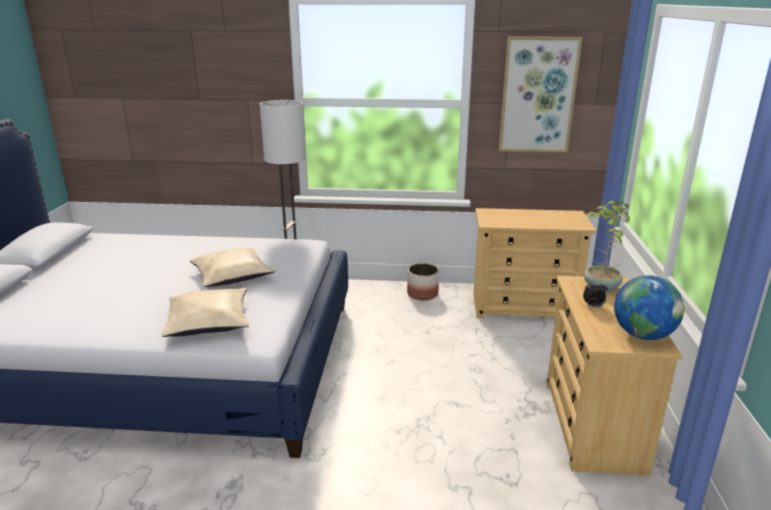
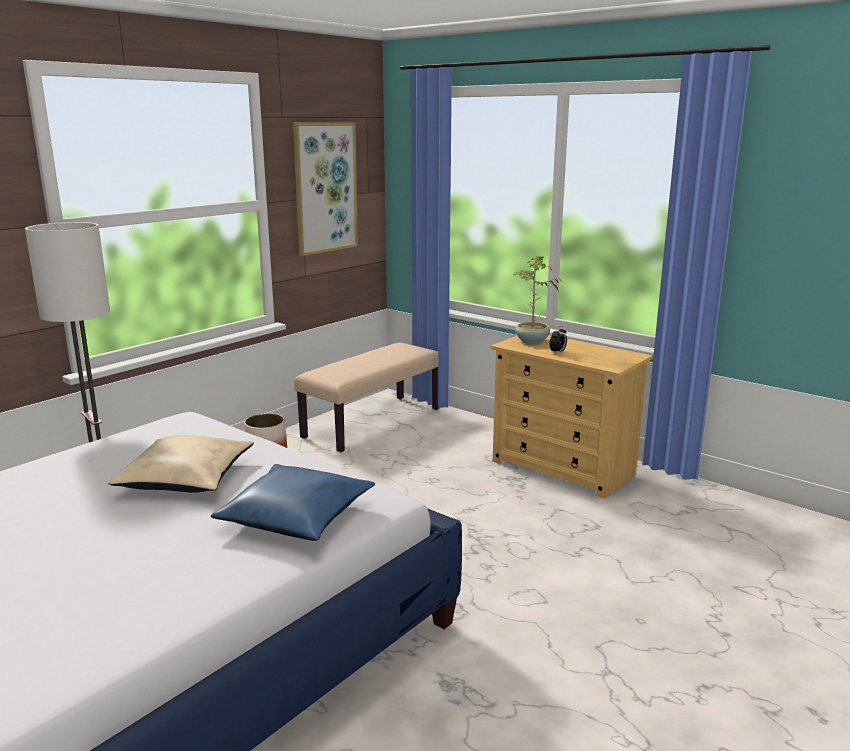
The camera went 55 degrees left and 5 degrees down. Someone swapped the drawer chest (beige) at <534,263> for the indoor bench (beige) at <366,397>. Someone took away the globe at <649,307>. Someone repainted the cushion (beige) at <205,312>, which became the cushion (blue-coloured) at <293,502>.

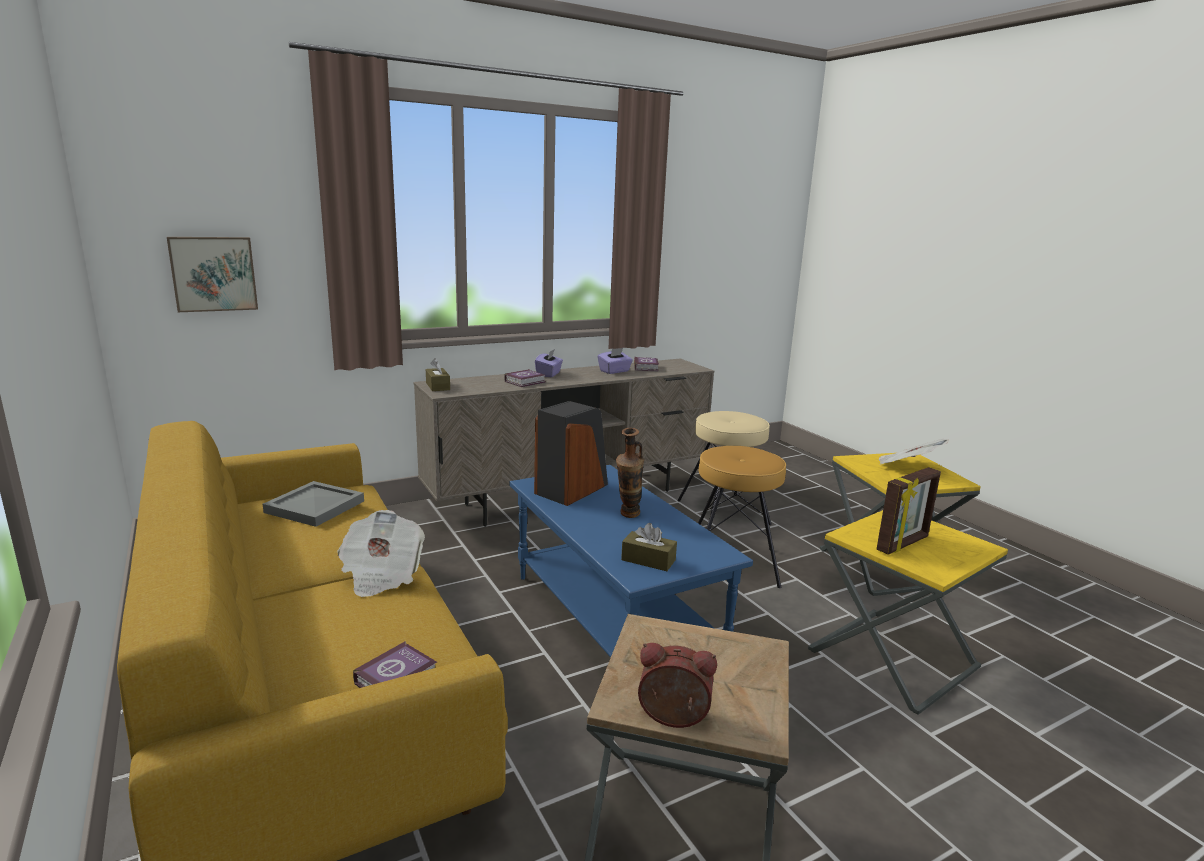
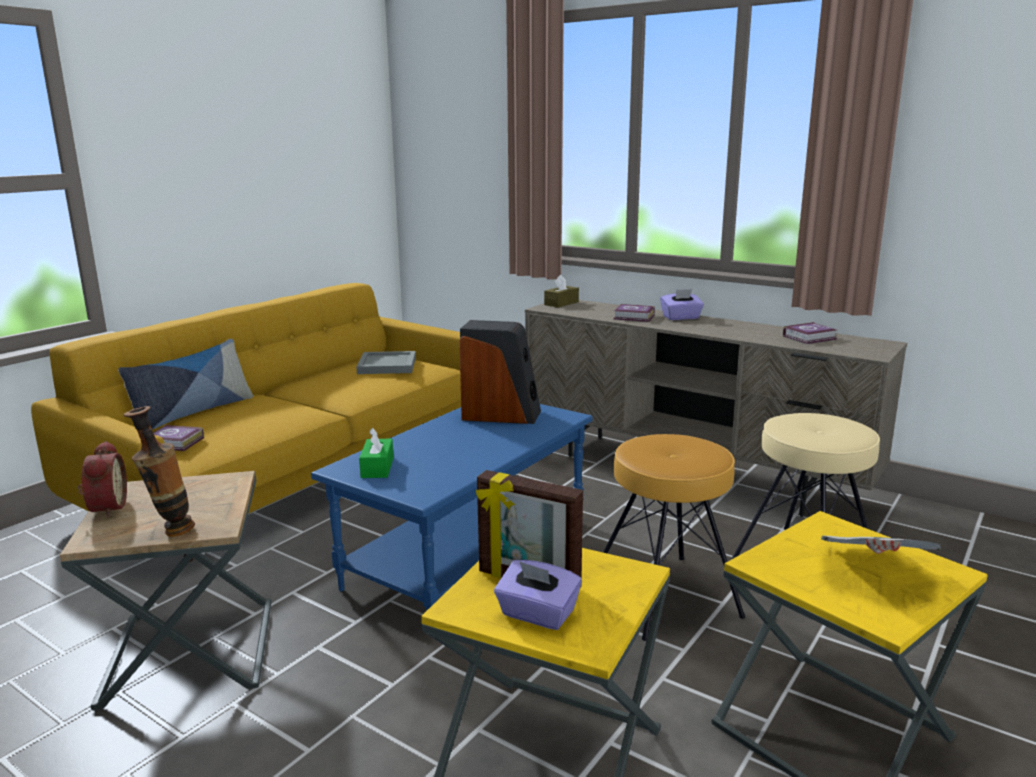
The camera went 65 degrees right and 0 degrees up. Someone took away the wall art at <212,274>. Someone carried the tissue box (purple-coloured) from <615,361> to <538,595>. Someone carried the vase from <630,472> to <159,471>. Someone took away the printed paper at <381,553>. Someone repainted the tissue box (brown-coloured) at <649,547>, which became the tissue box (greenish) at <376,453>. Someone put down the cushion at <185,384>.

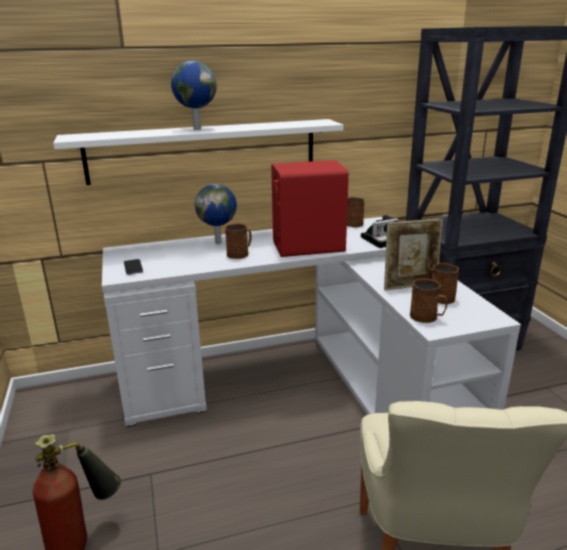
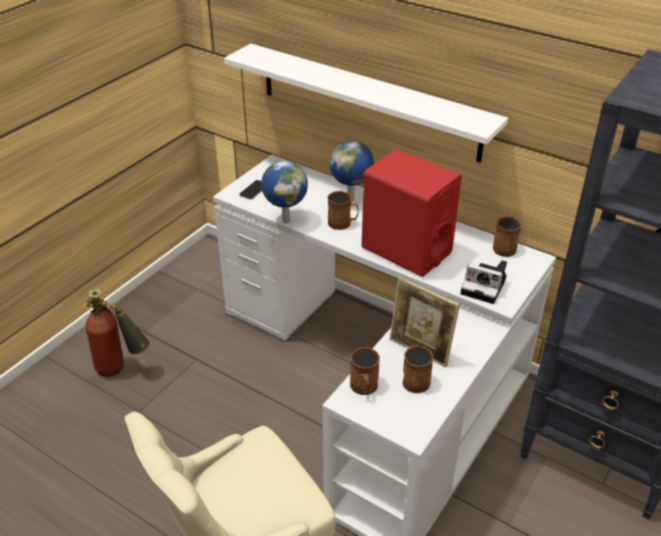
The camera went 50 degrees right and 15 degrees up. Someone carried the globe from <194,95> to <284,192>.

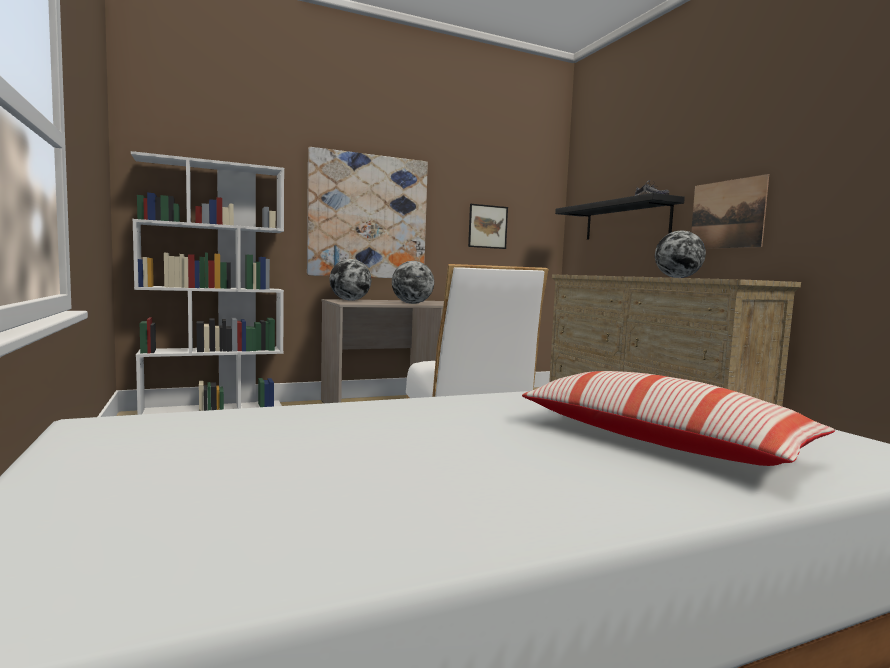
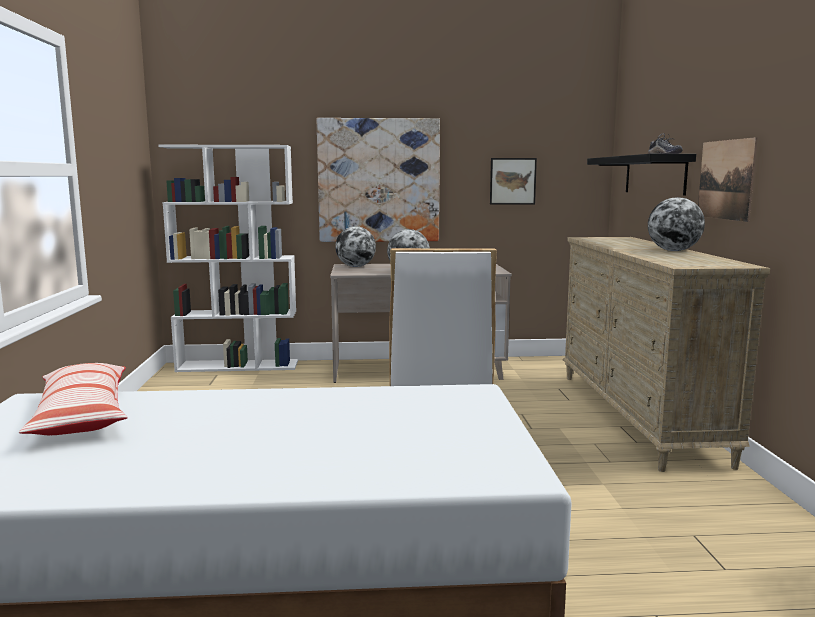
The camera went 20 degrees right and 5 degrees up. Someone carried the cushion from <678,418> to <73,399>.

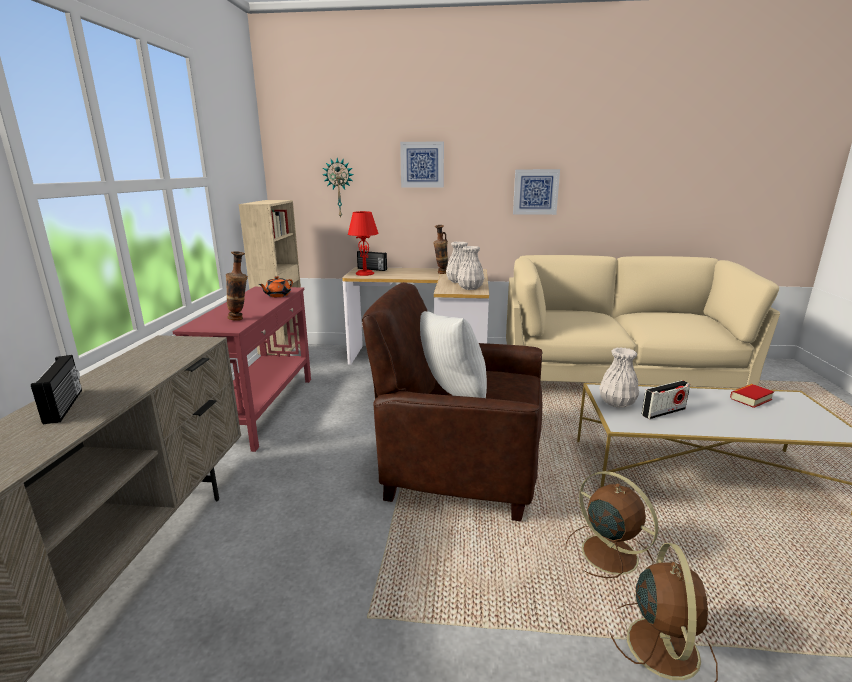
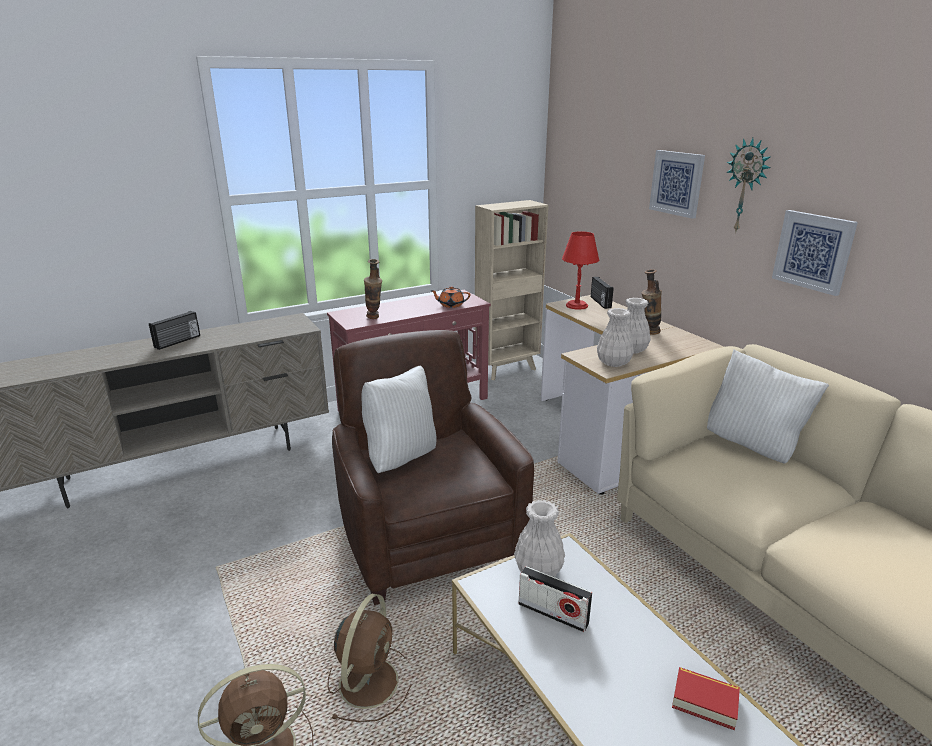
The camera went 55 degrees right and 5 degrees up. Someone carried the hanging clock from <338,188> to <748,185>. Someone put down the cushion (white) at <768,406>.

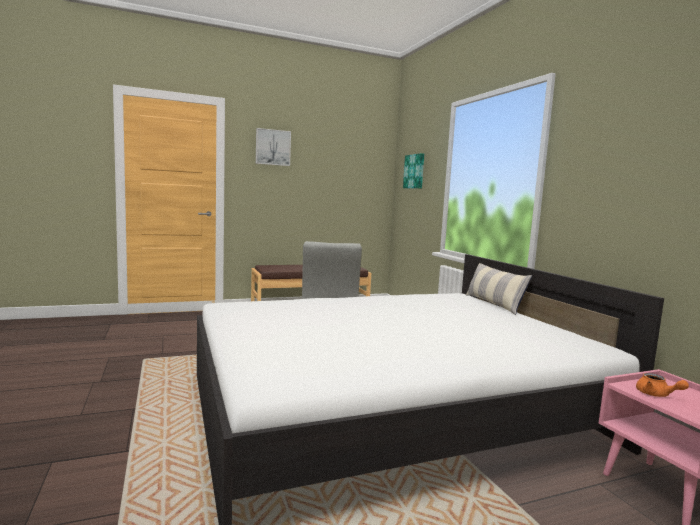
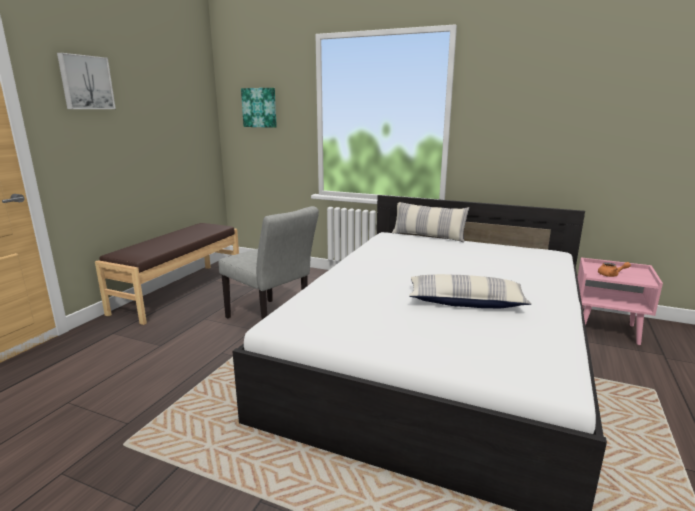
The camera went 45 degrees left and 10 degrees up. Someone put down the cushion at <470,291>.

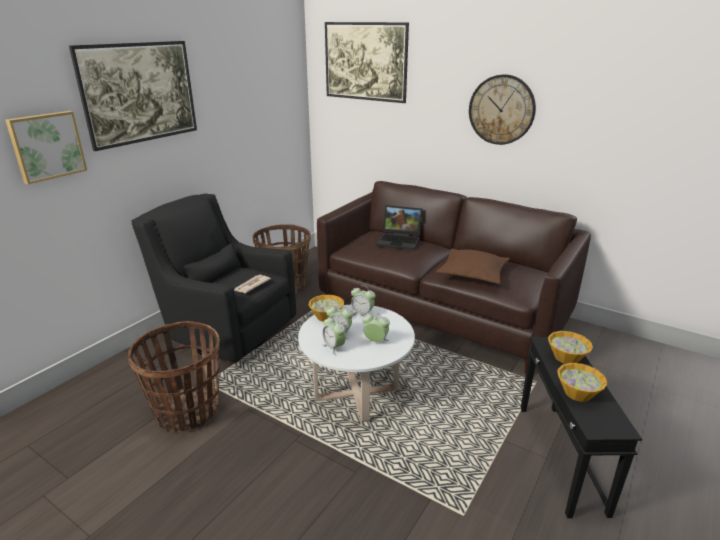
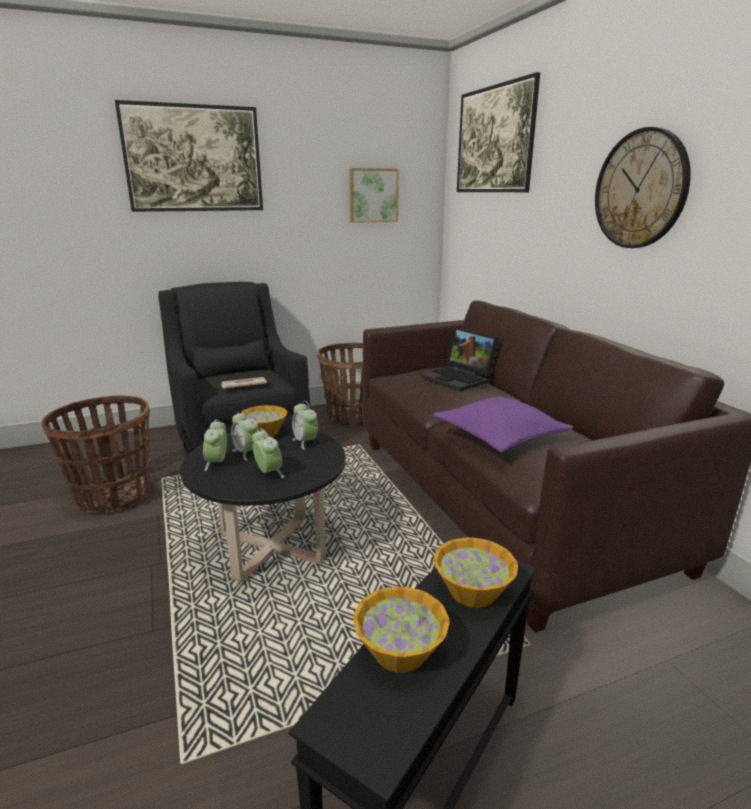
The camera went 35 degrees right and 5 degrees down. Someone carried the wall art from <46,147> to <374,195>. Someone repainted the cushion (brown-coloured) at <473,266>, which became the cushion (purple-coloured) at <503,424>. Someone repainted the coffee table (white) at <356,363>, which became the coffee table (black) at <263,504>.

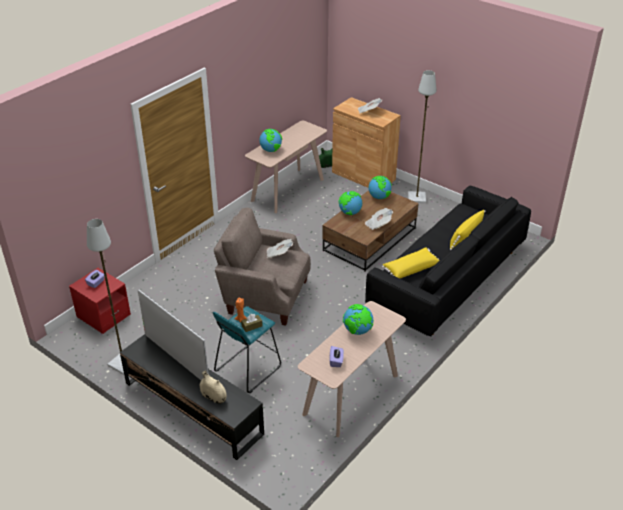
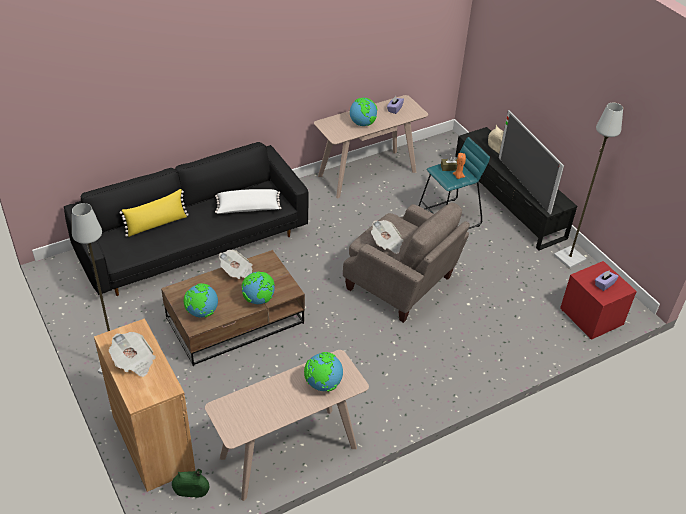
The camera went 160 degrees left and 5 degrees up. Someone repainted the cushion (yellow) at <411,262>, which became the cushion (white) at <248,201>.

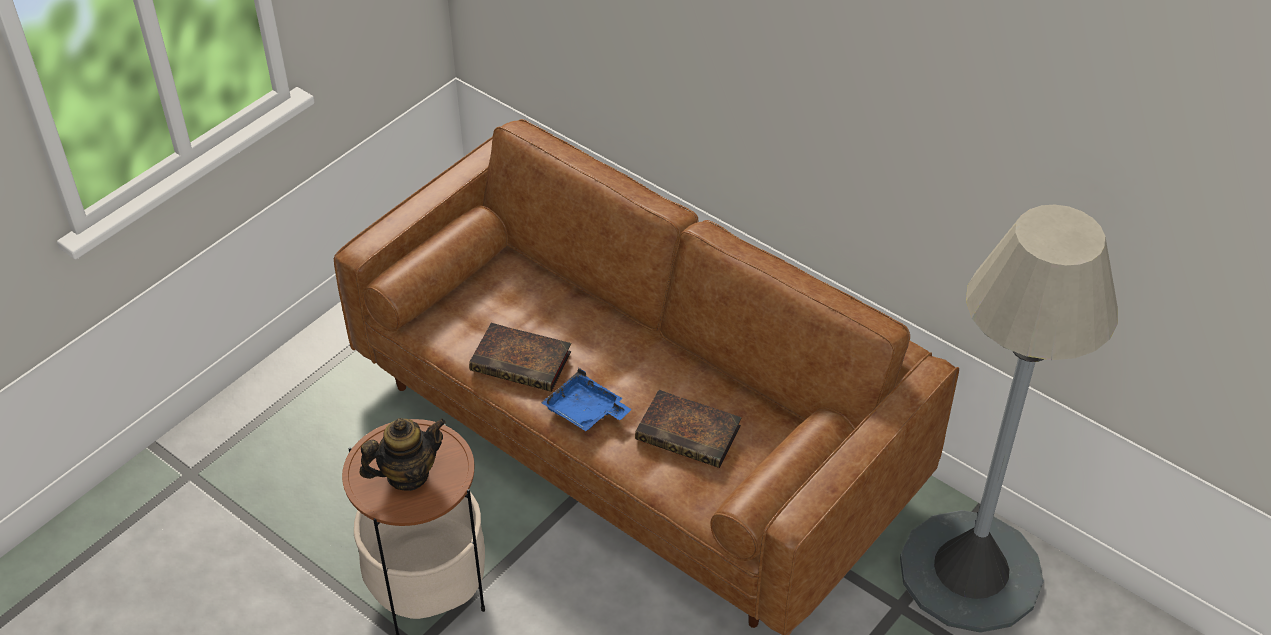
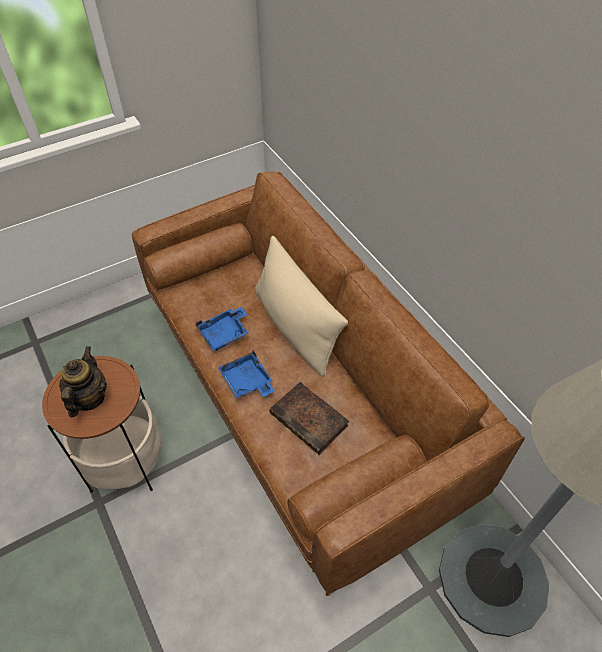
The camera went 20 degrees right and 5 degrees up. Someone swapped the book at <520,357> for the serving tray (blue-coloured) at <222,329>. Someone rotated the tea pot at <402,454> by 75 degrees counterclockwise. Someone put down the cushion (beige) at <301,306>.

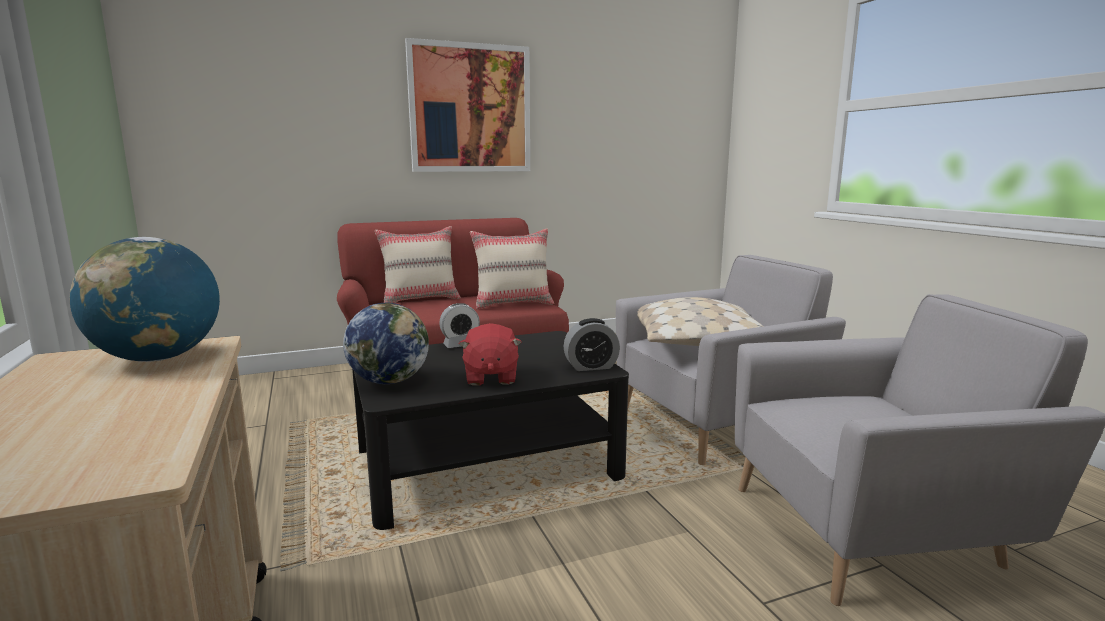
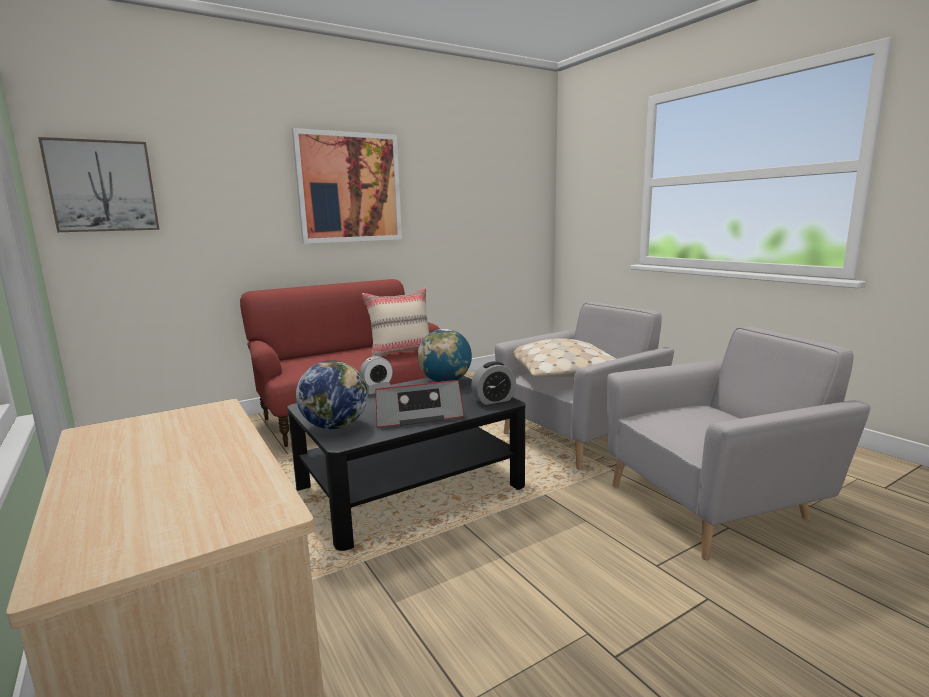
The camera went 10 degrees left and 0 degrees up. Someone took away the cushion (beige) at <418,264>. Someone carried the globe from <145,299> to <445,355>. Someone swapped the soft toy (reddish) at <490,354> for the radio receiver at <419,404>. Someone put up the wall art at <98,184>.

